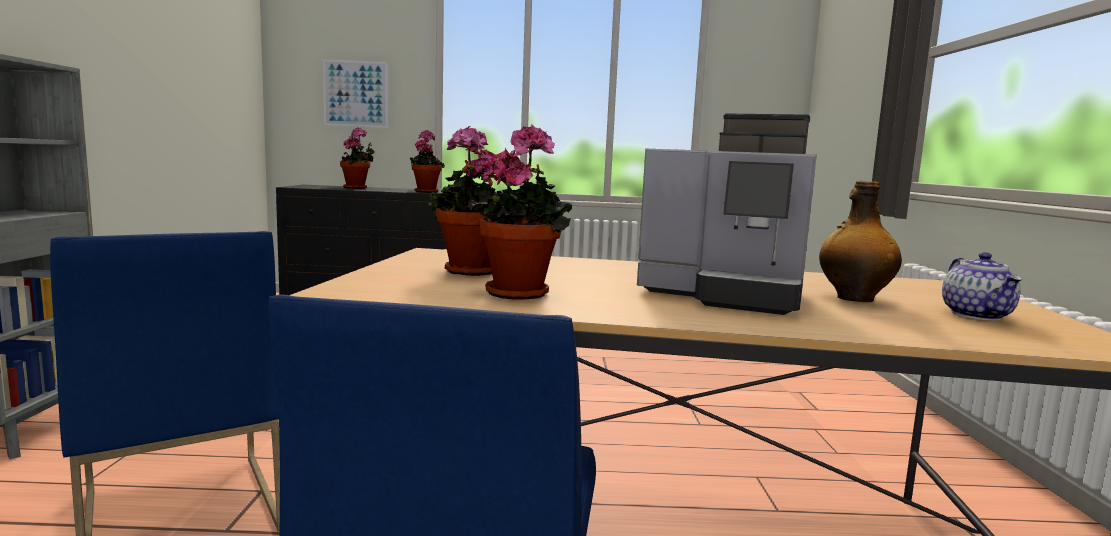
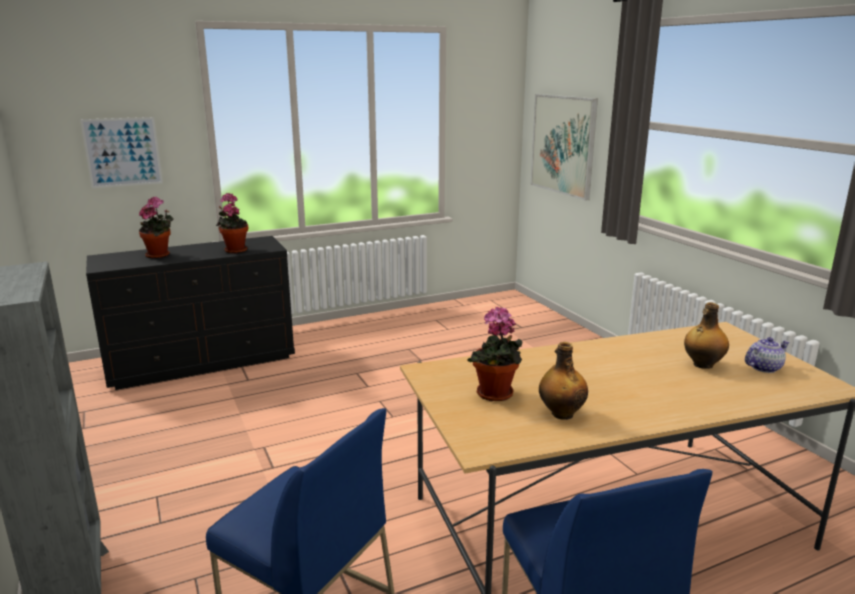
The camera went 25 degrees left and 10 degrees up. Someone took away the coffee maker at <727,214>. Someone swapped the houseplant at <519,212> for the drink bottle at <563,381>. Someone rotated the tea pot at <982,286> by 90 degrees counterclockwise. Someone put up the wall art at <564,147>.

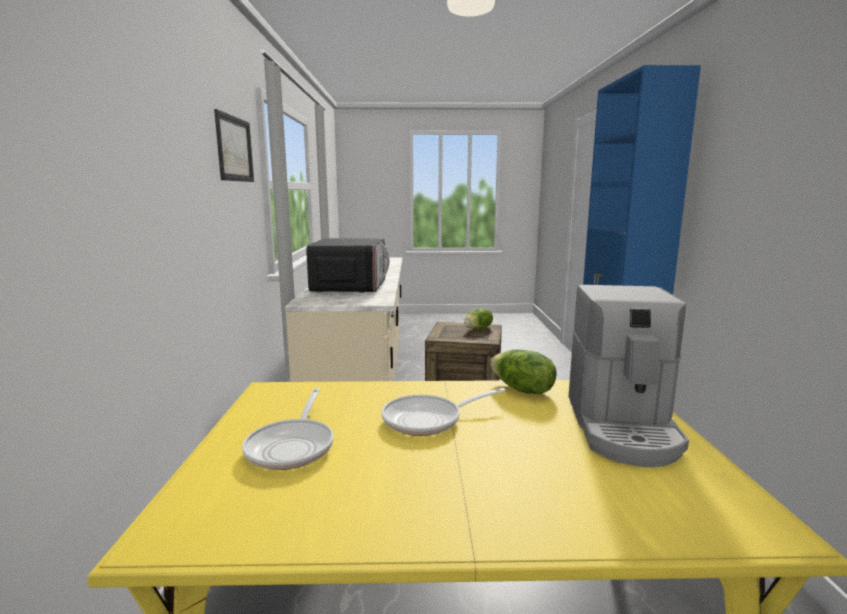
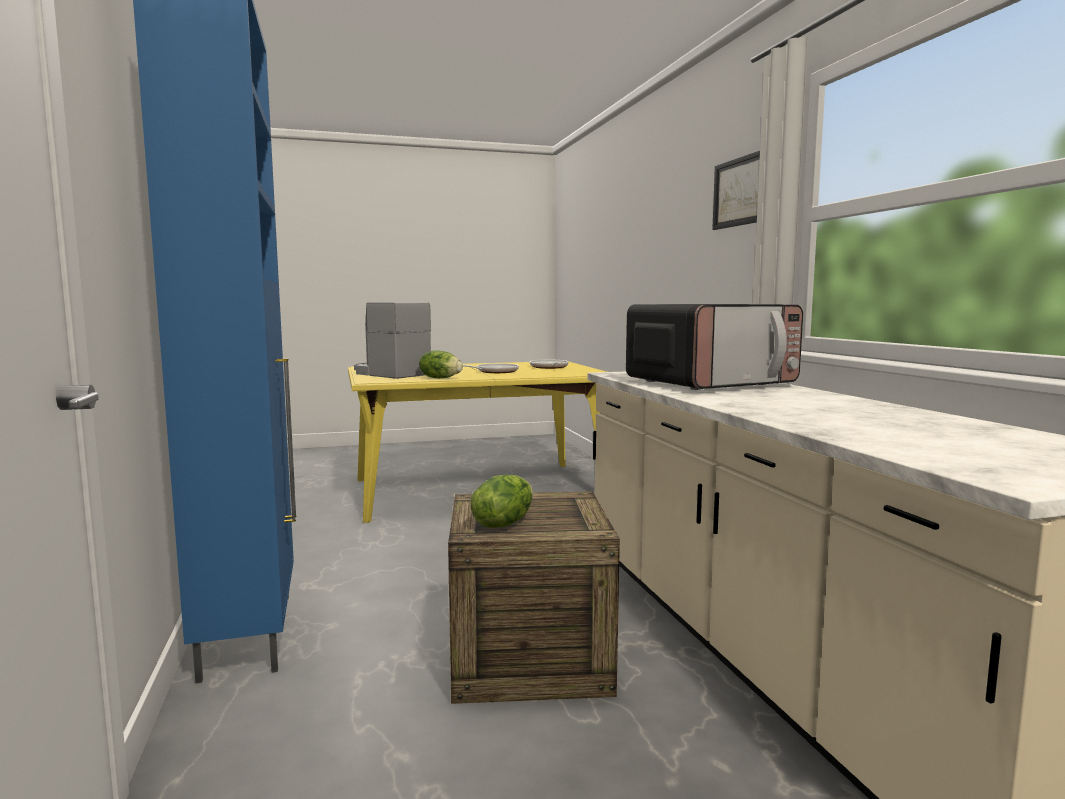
The camera went 165 degrees right and 5 degrees down. Someone rotated the microwave at <347,265> by 105 degrees counterclockwise. Someone rotated the coffee maker at <628,376> by 45 degrees counterclockwise.

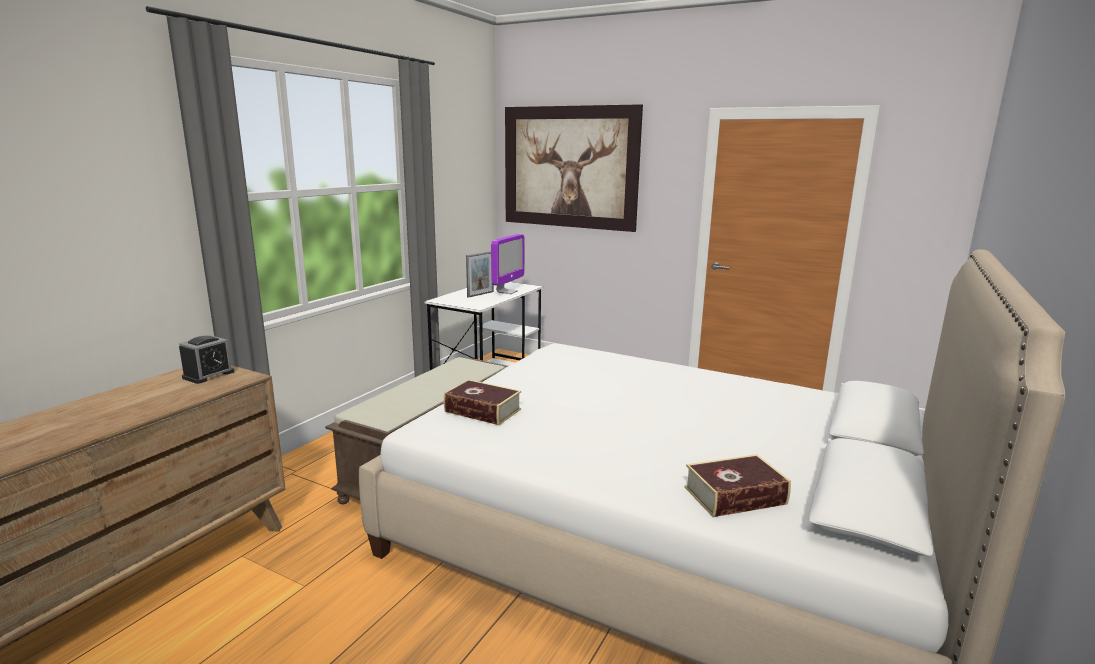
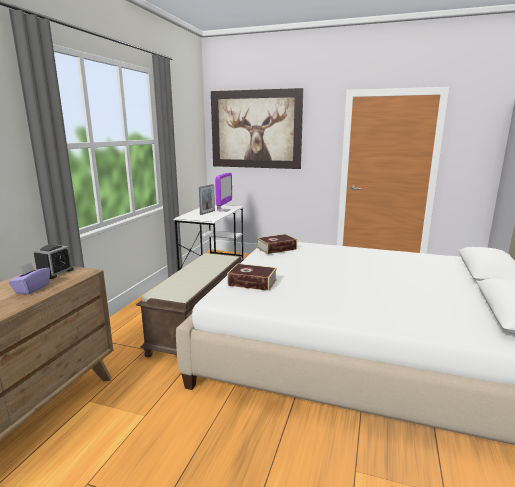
The camera went 10 degrees left and 0 degrees up. Someone carried the book from <737,485> to <277,244>. Someone put down the tissue box (purple-coloured) at <29,278>.

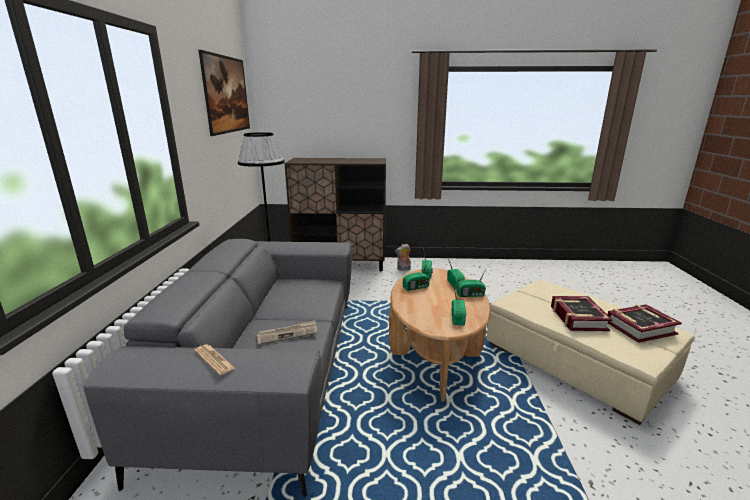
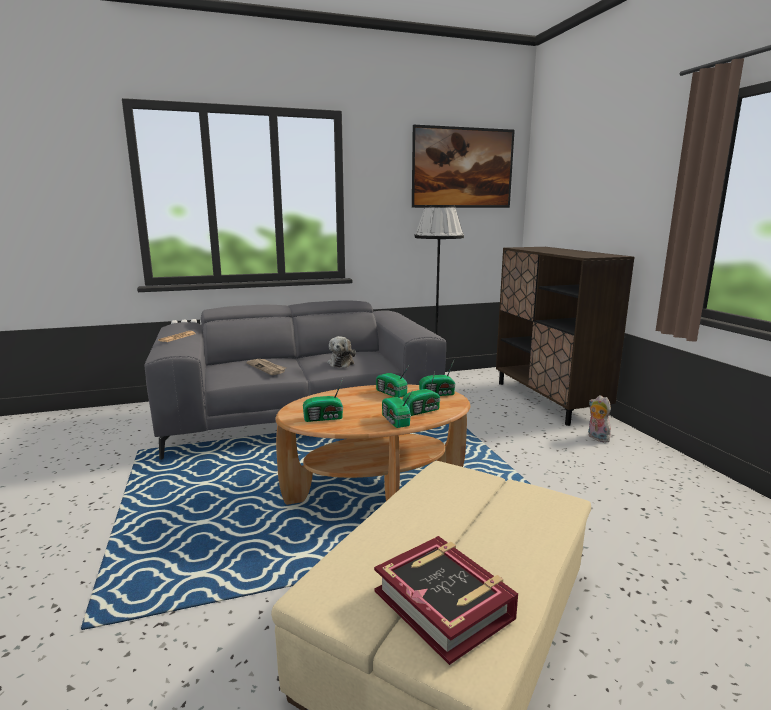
The camera went 70 degrees right and 5 degrees down. Someone took away the book at <581,313>. Someone put down the soft toy at <341,352>.

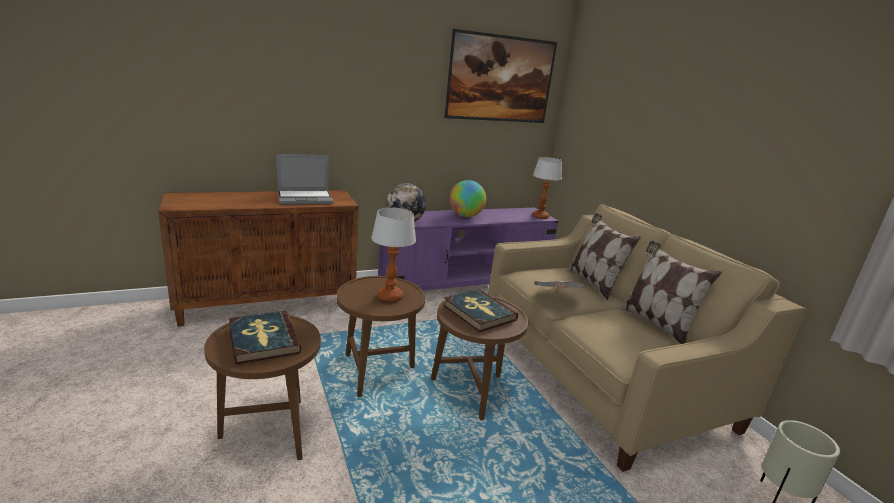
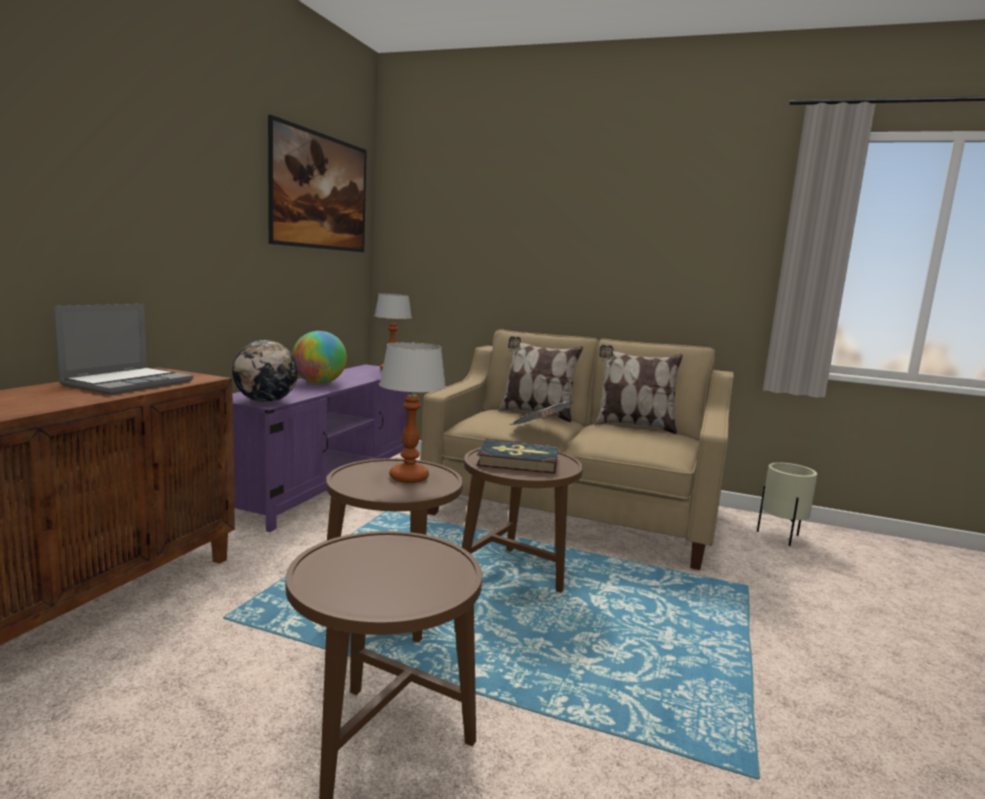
The camera went 45 degrees left and 10 degrees down. Someone took away the book at <265,338>.

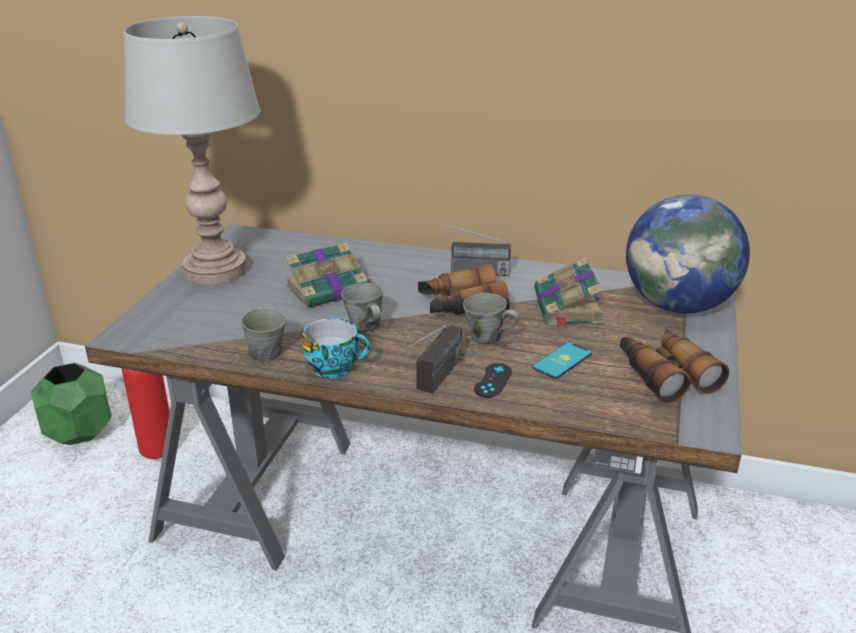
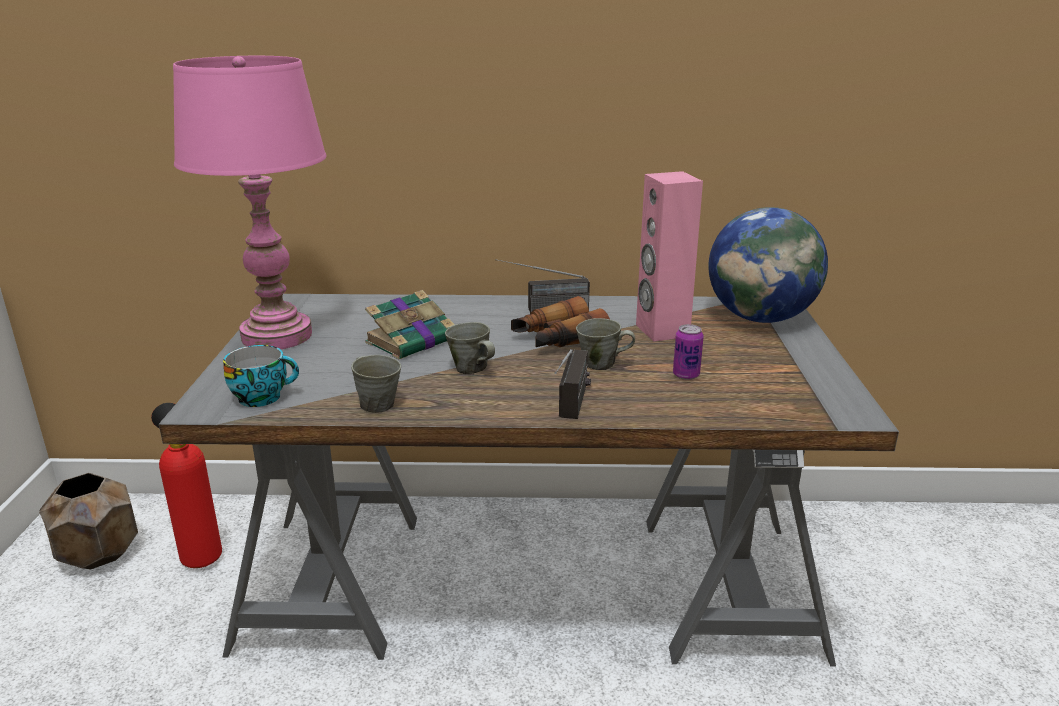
The camera went 15 degrees left and 5 degrees down. Someone repainted the table lamp (greyish) at <192,150>, which became the table lamp (pink) at <250,202>. Someone swapped the book at <568,293> for the audio speaker (pink) at <669,256>. Someone carried the drinking cup from <336,348> to <261,376>. Someone took away the binoculars at <674,366>. Someone swapped the handset at <562,360> for the sealed can at <688,352>. Someone repainted the planter (greenish) at <71,404>, which became the planter (brown-coloured) at <88,521>. Someone took away the game controller (black) at <493,380>.

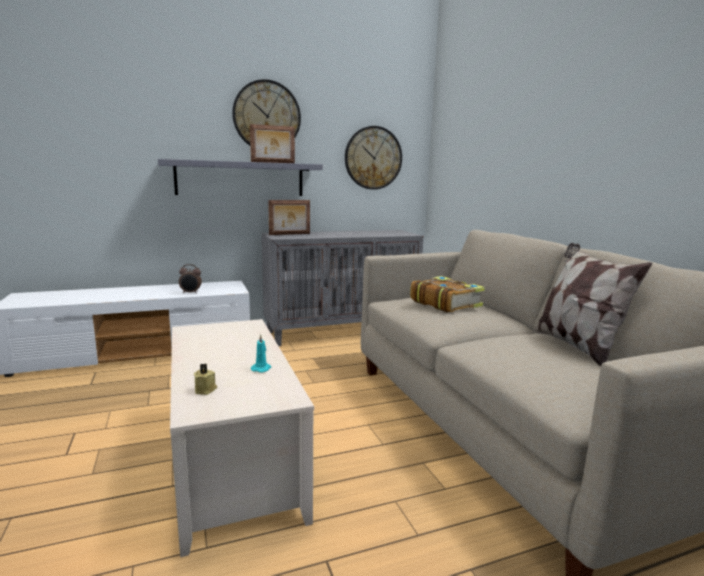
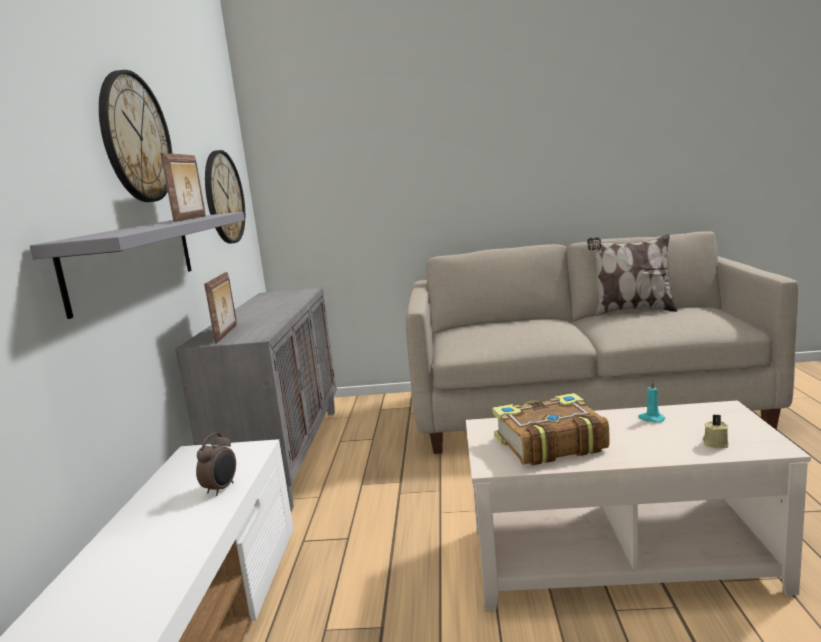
The camera went 65 degrees left and 0 degrees up. Someone carried the book from <447,294> to <551,429>.

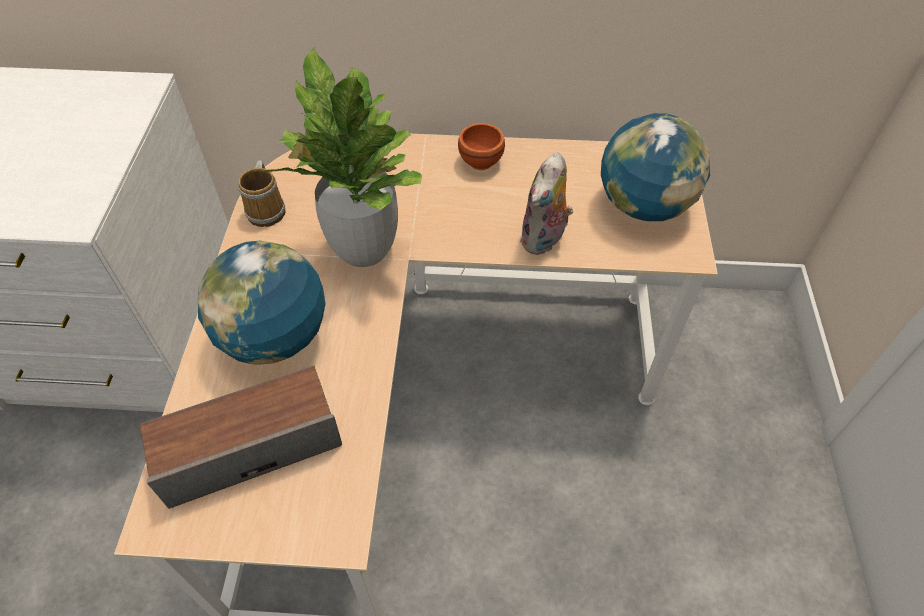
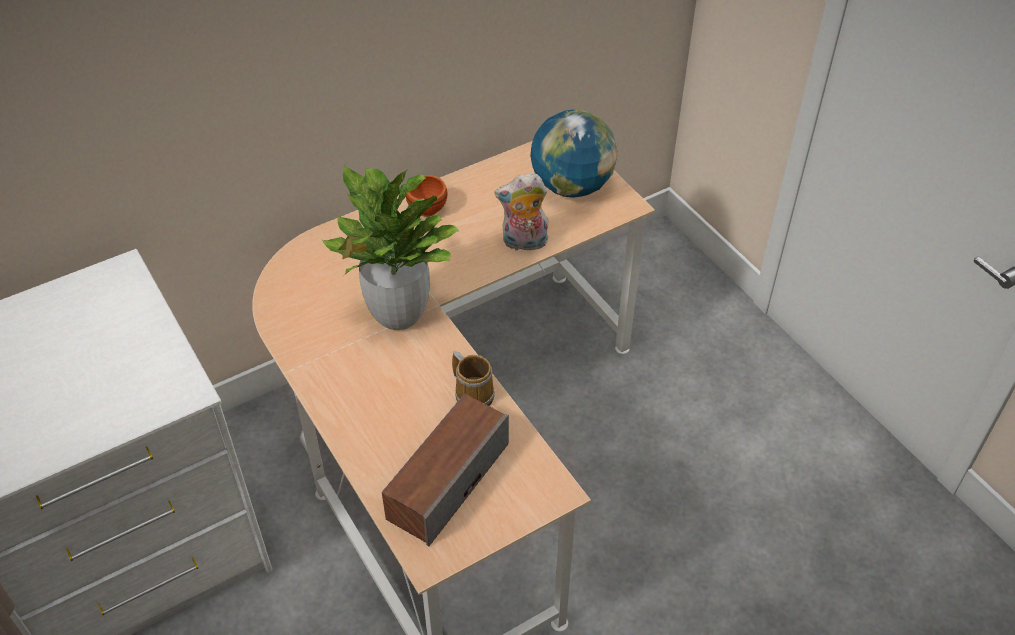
The camera went 35 degrees left and 5 degrees down. Someone rotated the soft toy at <546,203> by 90 degrees clockwise. Someone carried the mug from <262,193> to <473,378>. Someone took away the globe at <261,303>.

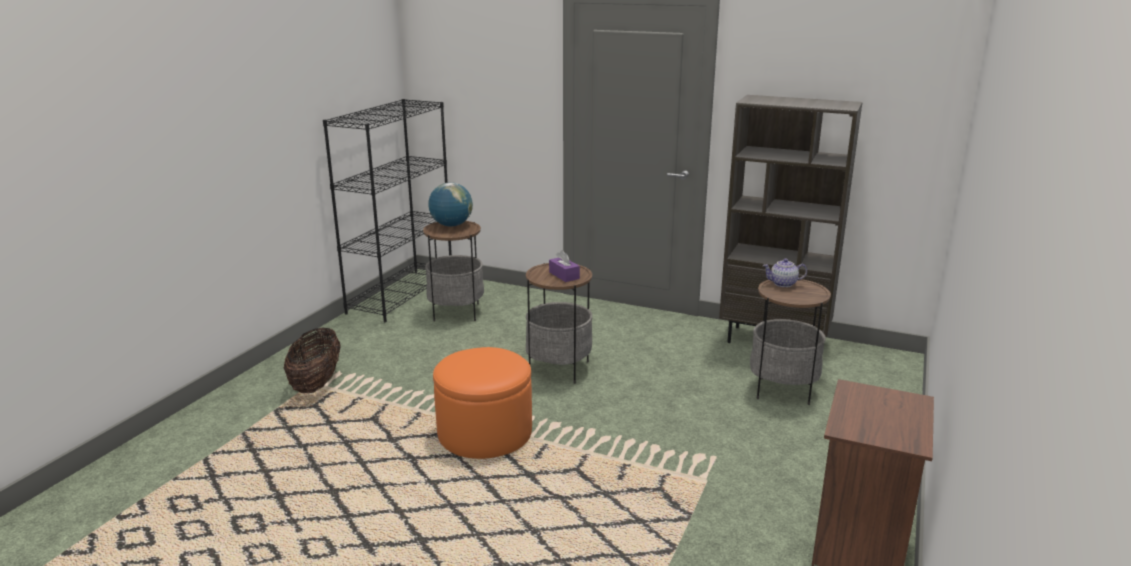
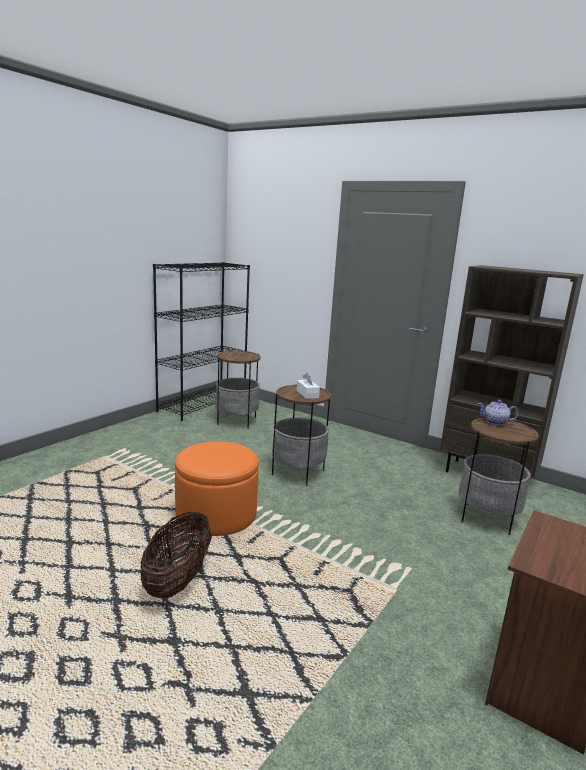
The camera went 10 degrees right and 5 degrees down. Someone took away the globe at <450,204>. Someone repainted the tissue box (purple-coloured) at <564,266>, which became the tissue box (white) at <308,386>. Someone carried the household basket from <312,360> to <176,554>.

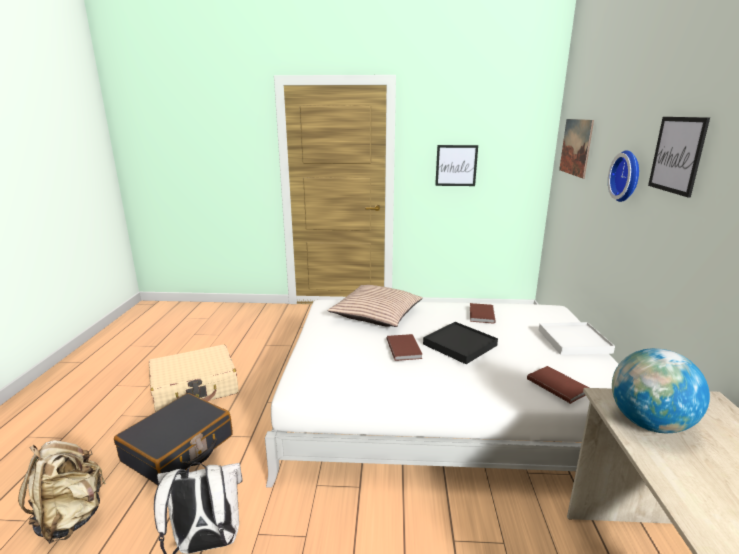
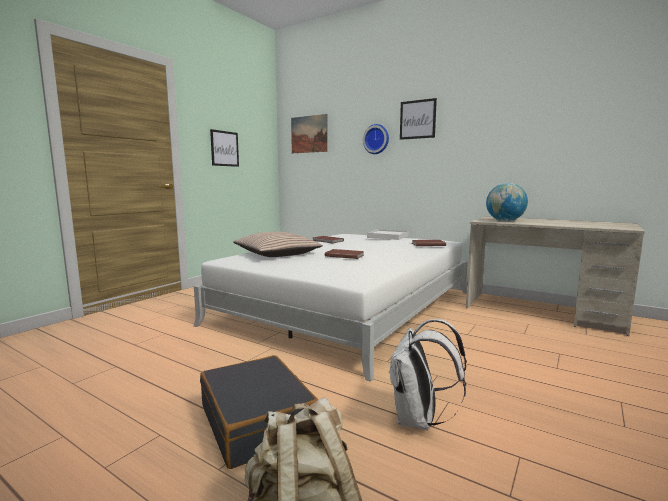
The camera went 60 degrees left and 10 degrees down. Someone took away the serving tray (black) at <460,343>. Someone took away the suitcase (beige) at <194,378>.

